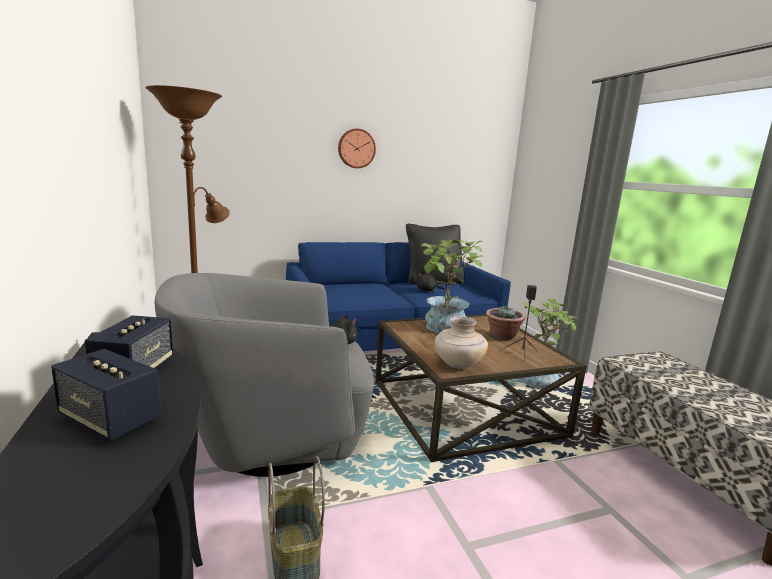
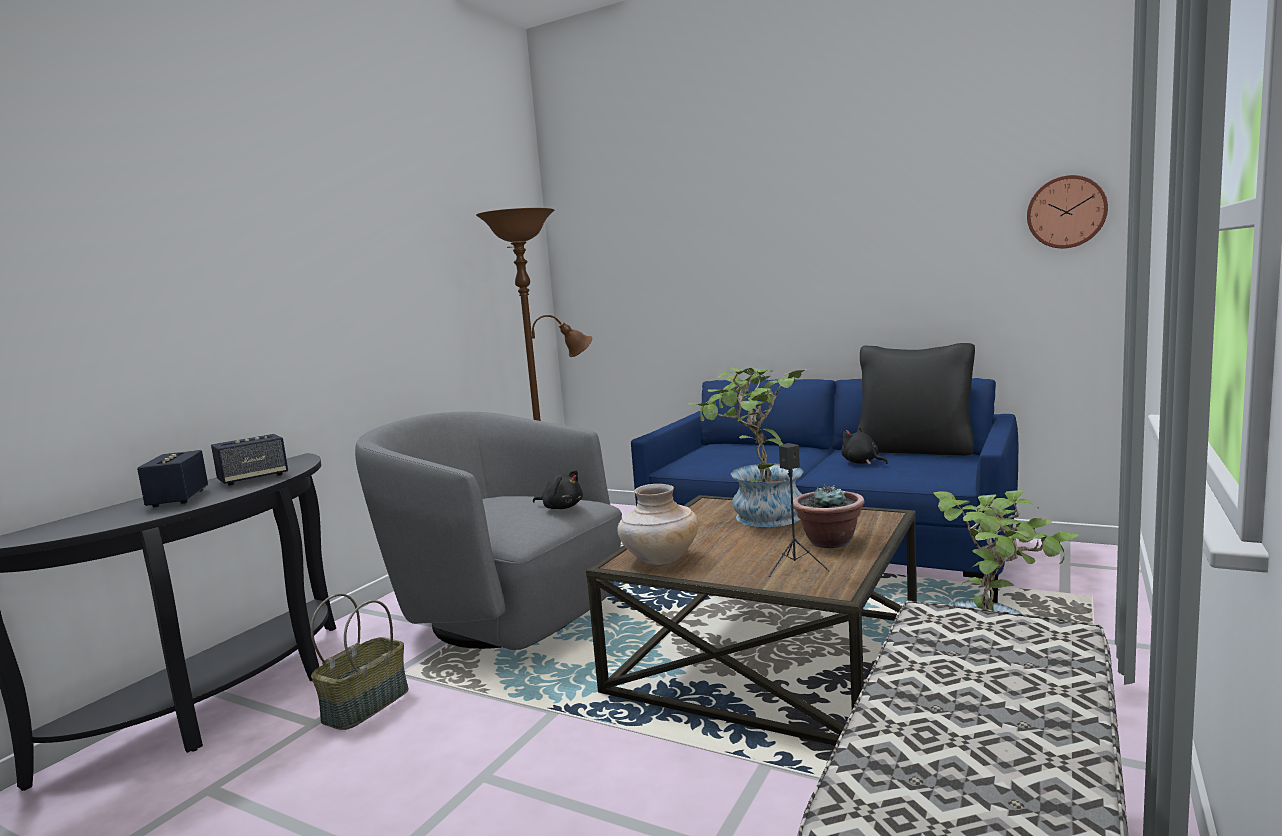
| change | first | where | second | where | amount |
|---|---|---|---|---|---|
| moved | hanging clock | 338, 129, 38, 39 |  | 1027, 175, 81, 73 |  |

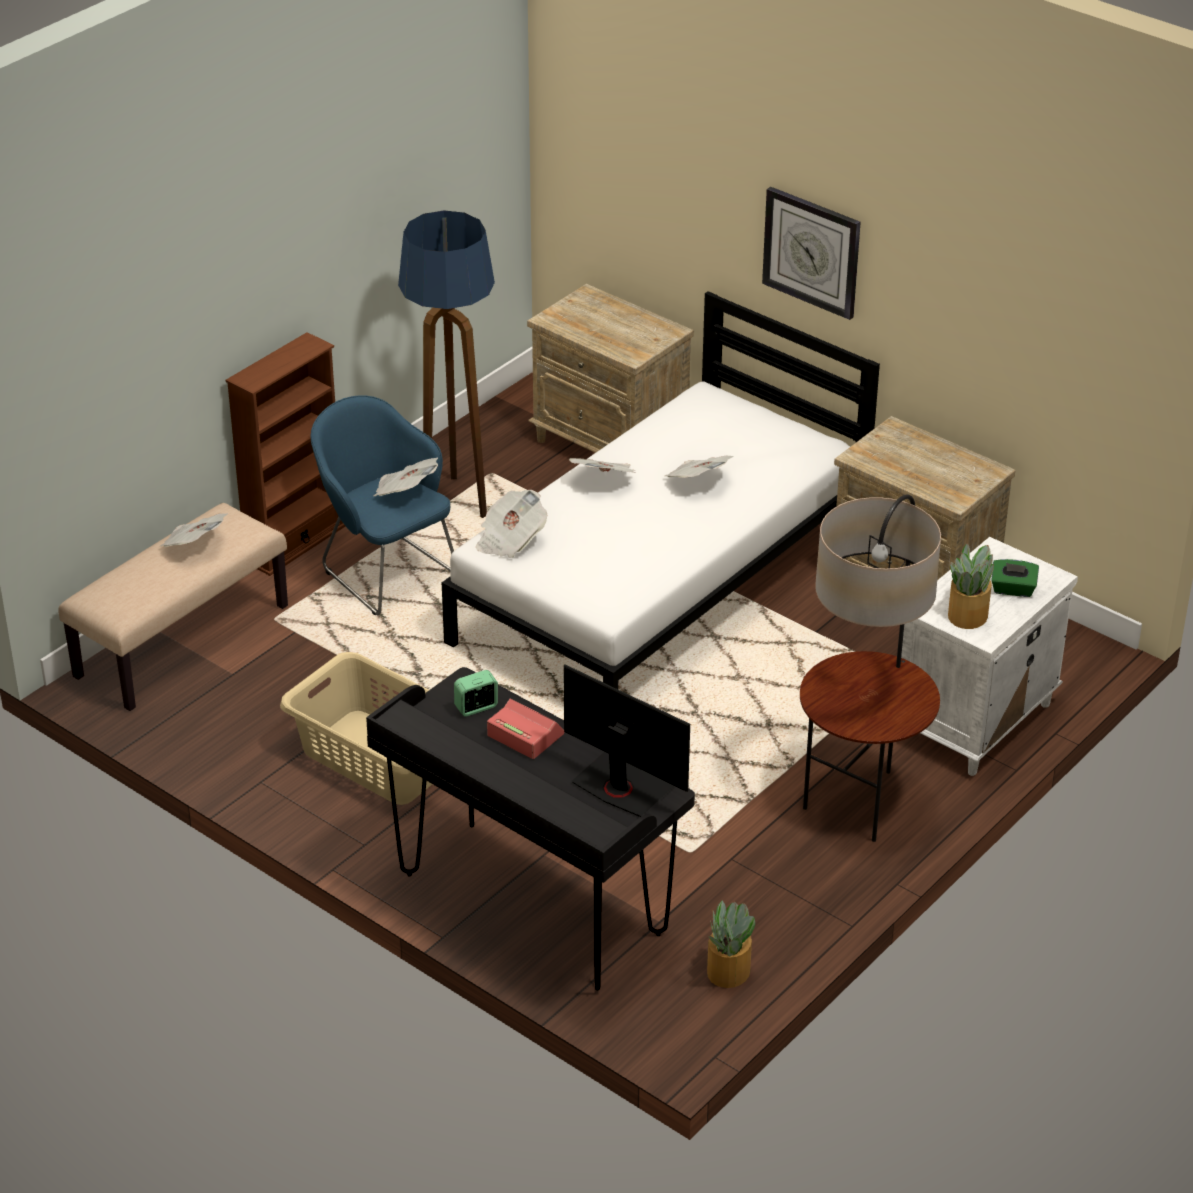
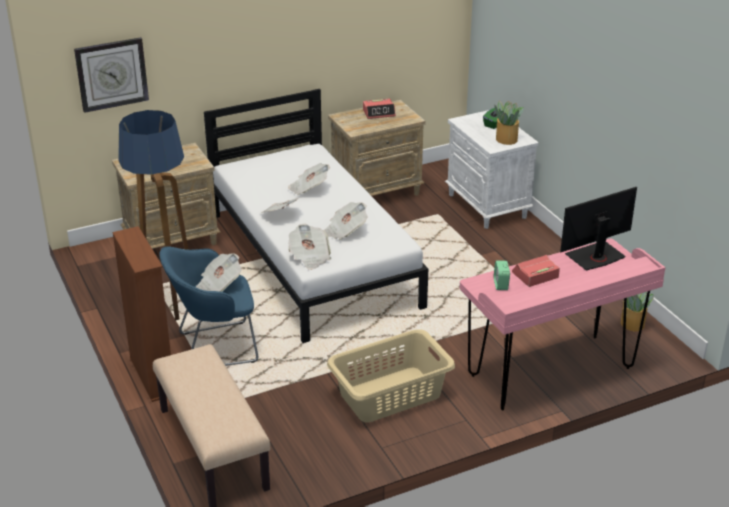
| change | first | where | second | where | amount |
|---|---|---|---|---|---|
| moved | hanging clock | 762, 187, 99, 133 |  | 74, 37, 75, 76 |  |
| moved | newspaper | 159, 513, 69, 34 |  | 324, 202, 44, 38 |  |
| added |  |  | table clock | 363, 99, 33, 20 |  |
| recoloured | desk unit (black) | 366, 667, 329, 323 | desk unit (pinkish) | 459, 239, 206, 171 |  |
| removed | floor lamp | 800, 494, 141, 348 |  |  |  |

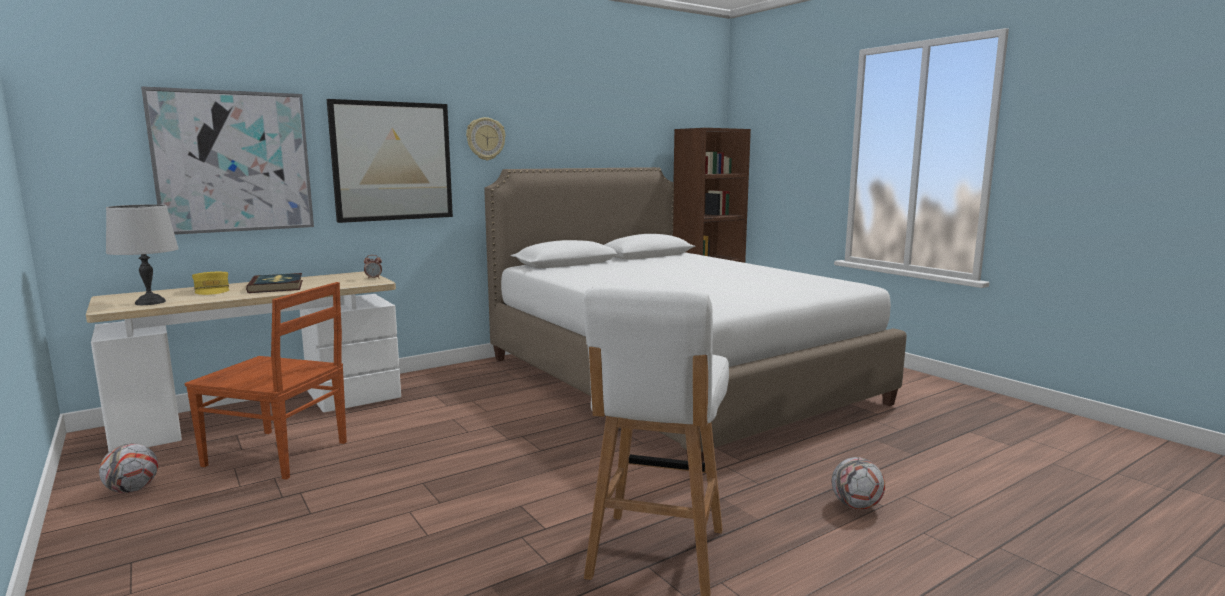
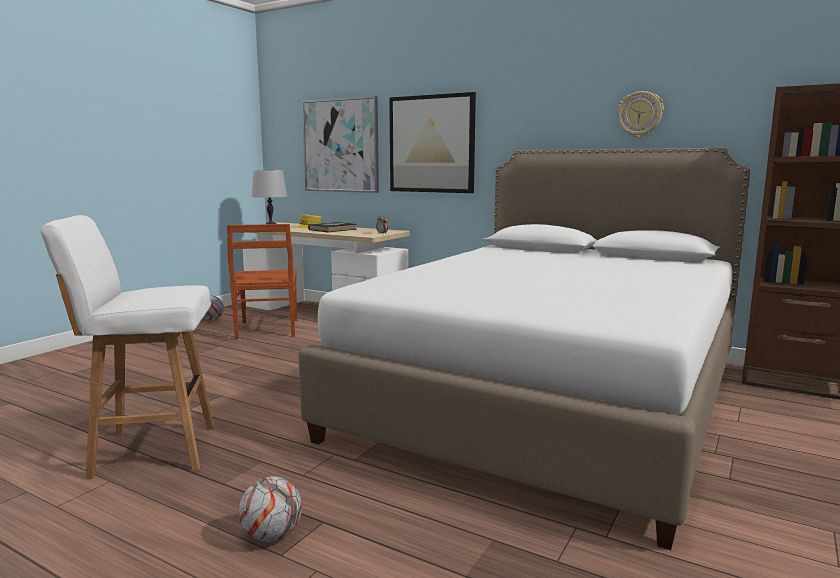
| change | first | where | second | where | amount |
|---|---|---|---|---|---|
| moved | hanging clock | 466, 117, 40, 43 |  | 617, 91, 47, 46 |  |

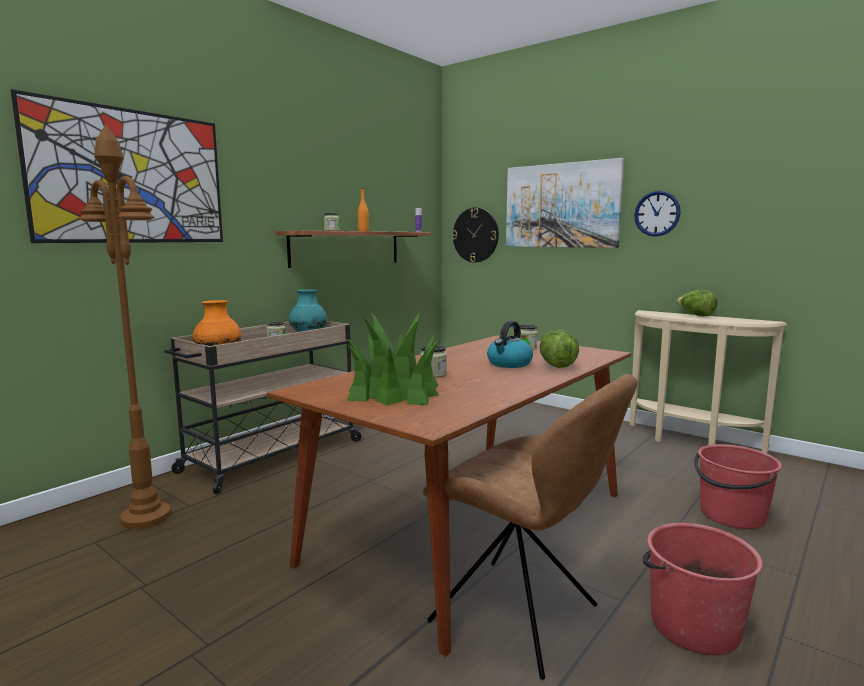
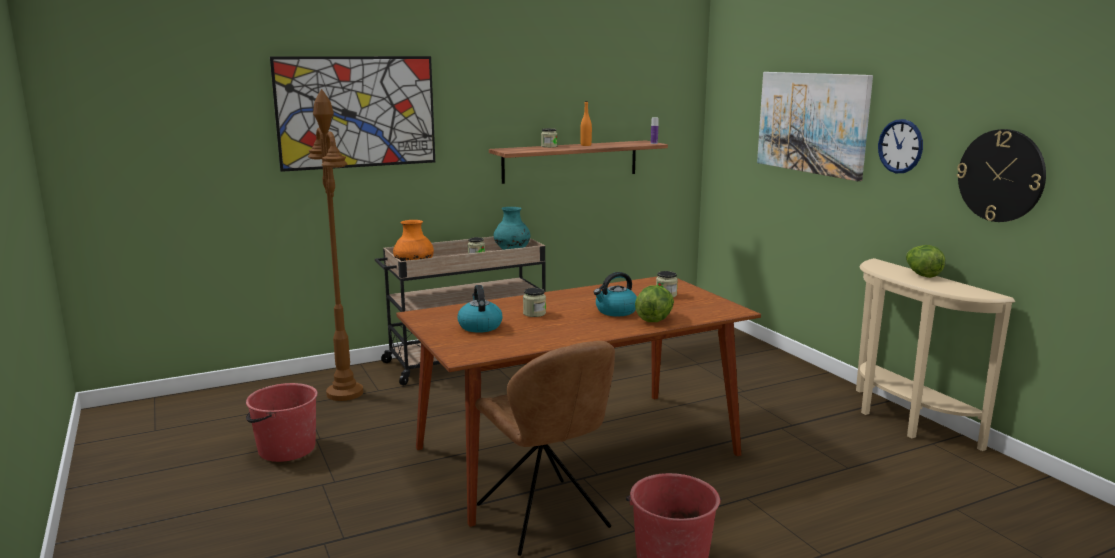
| change | first | where | second | where | amount |
|---|---|---|---|---|---|
| moved | water bucket (red) | 694, 444, 88, 85 |  | 246, 383, 72, 79 |  |
| replaced | plant in a pot | 346, 312, 93, 94 | water kettle | 457, 285, 46, 48 |  |
| moved | hanging clock | 452, 208, 47, 55 |  | 957, 129, 89, 93 |  |

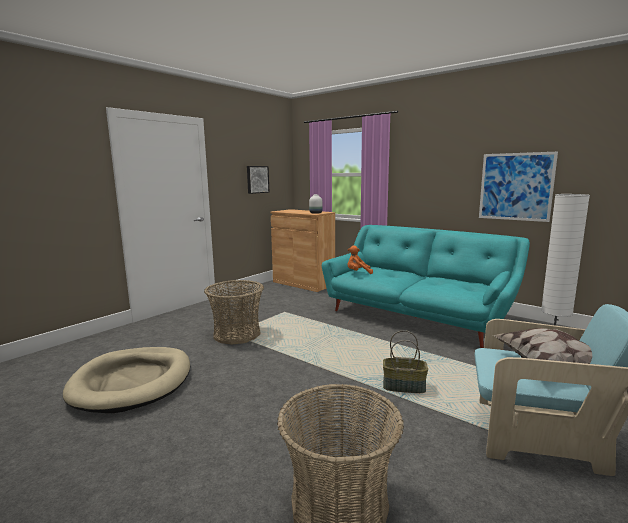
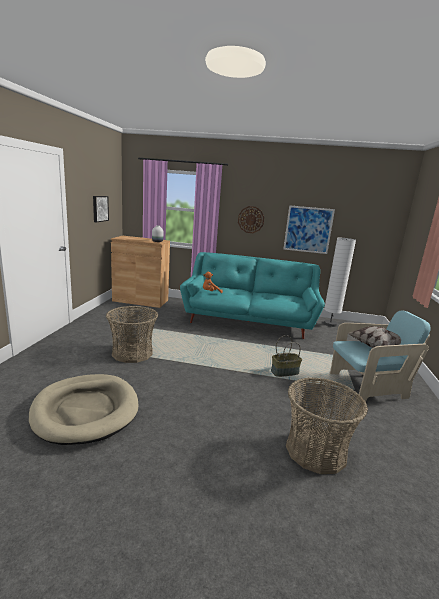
| change | first | where | second | where | amount |
|---|---|---|---|---|---|
| added |  |  | hanging clock | 238, 206, 26, 27 |  |

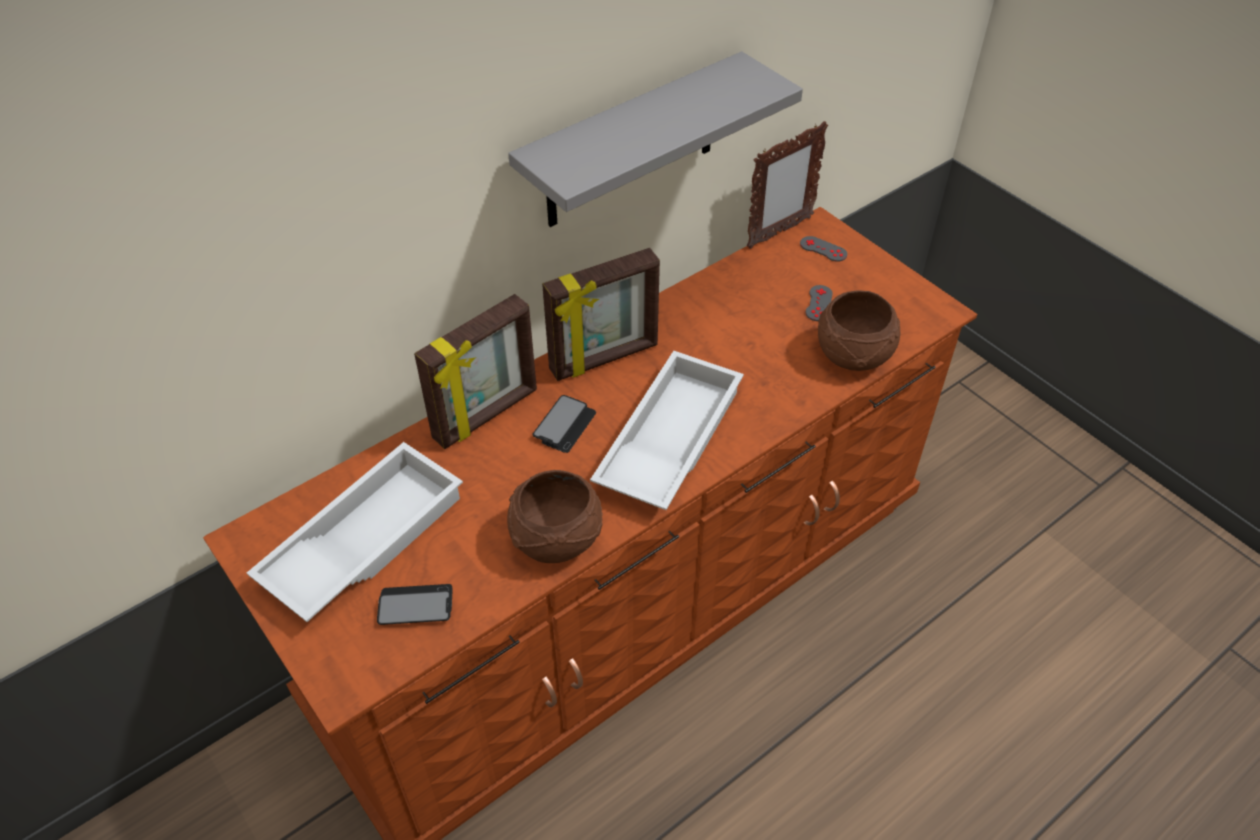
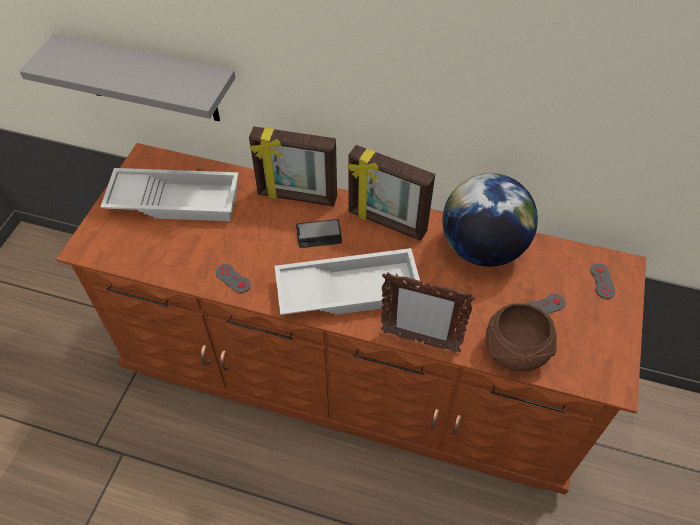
| change | first | where | second | where | amount |
|---|---|---|---|---|---|
| moved | bracket shelf (grey) | 508, 51, 295, 176 |  | 19, 34, 216, 87 |  |
| replaced | serving bowl (brown-coloured) | 507, 470, 95, 93 | joypad (grey) | 216, 264, 35, 29 |  |
| moved | photo frame | 747, 121, 81, 128 |  | 381, 272, 94, 81 |  |
| added |  |  | world globe | 443, 173, 95, 94 |  |
| removed | telephone | 377, 584, 76, 41 |  |  |  |

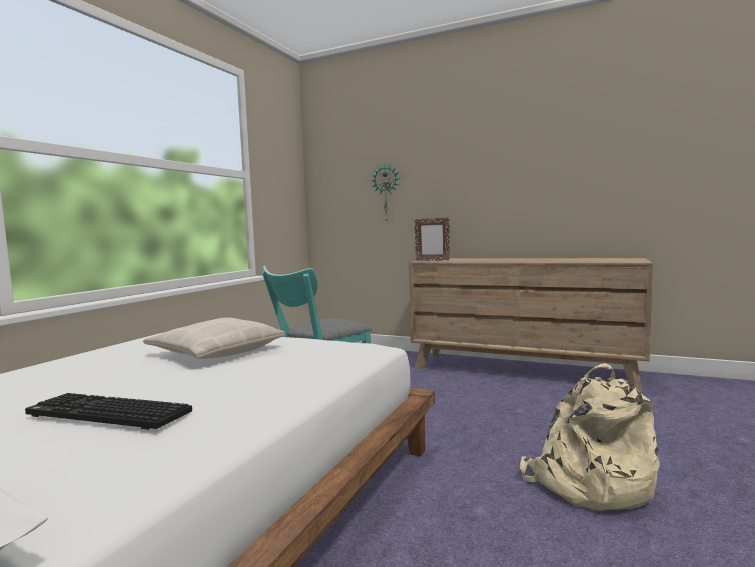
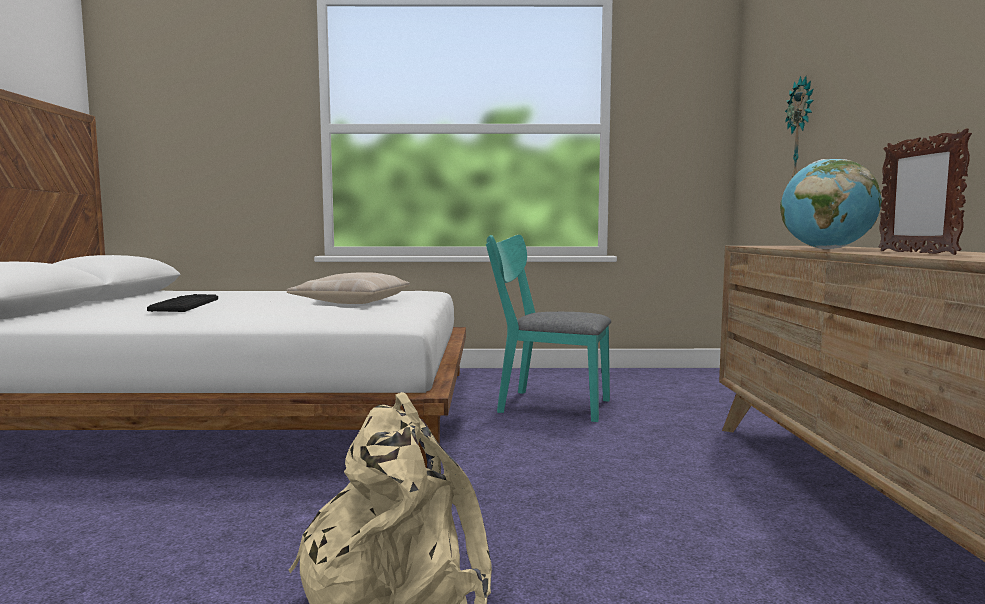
| change | first | where | second | where | amount |
|---|---|---|---|---|---|
| added |  |  | world globe | 780, 159, 102, 90 |  |
| moved | photo frame | 414, 217, 36, 44 |  | 878, 129, 94, 126 |  |

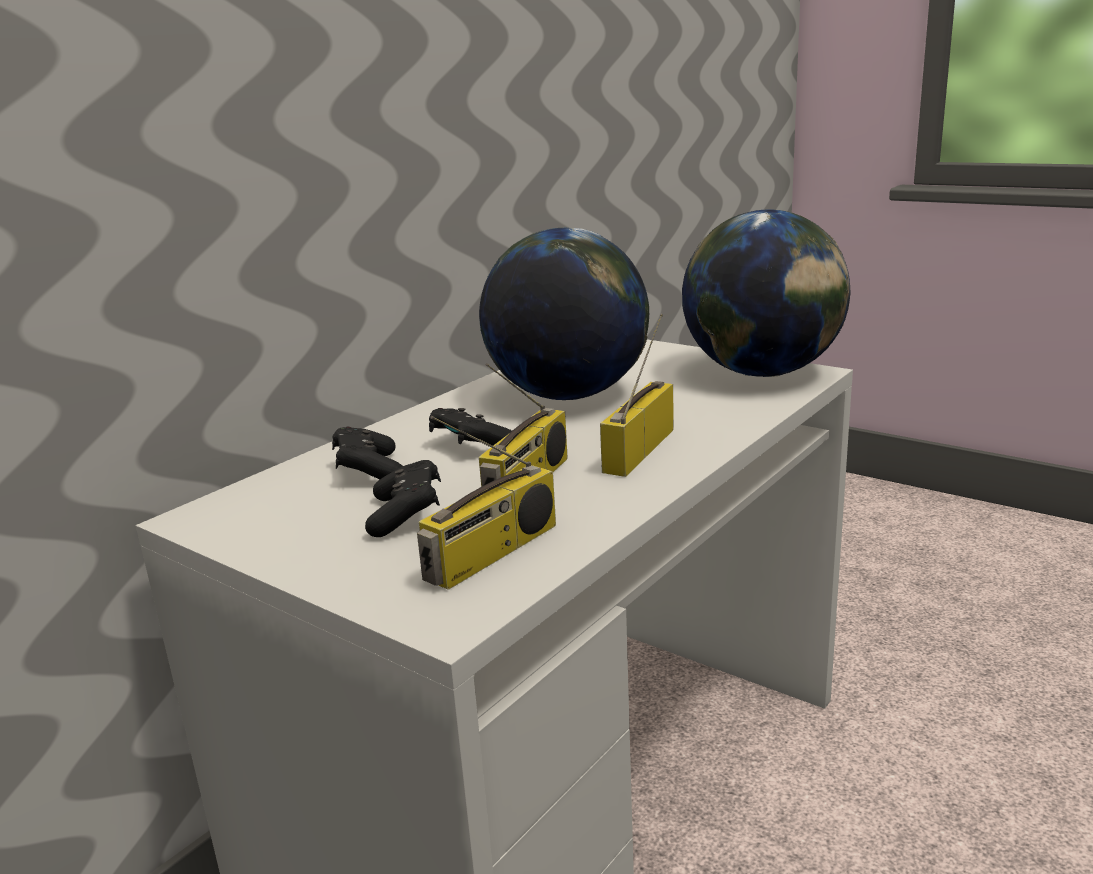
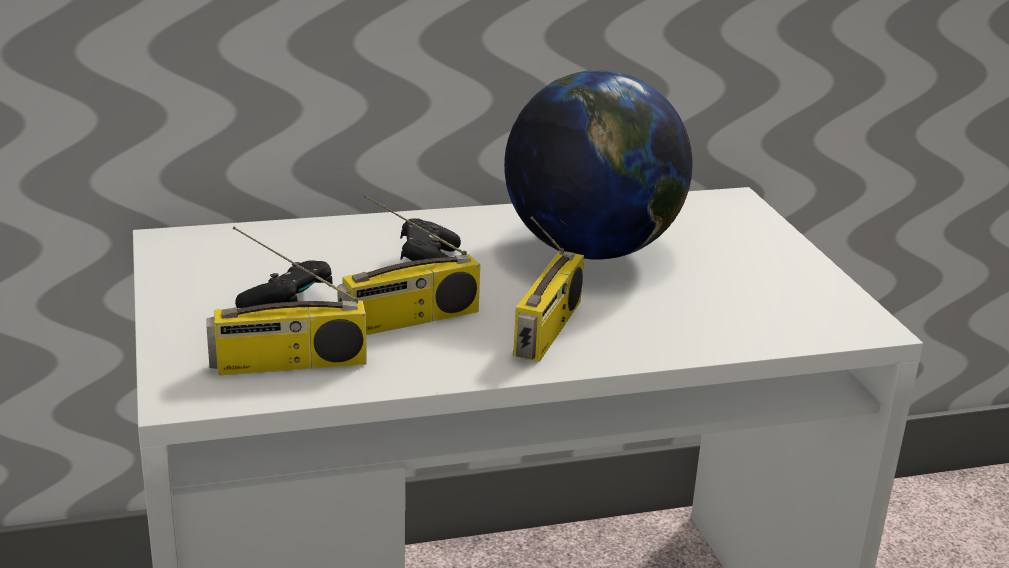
| change | first | where | second | where | amount |
|---|---|---|---|---|---|
| turned | radio | 600, 314, 74, 163 |  | 513, 217, 71, 145 | 135 degrees clockwise |
| removed | joypad (black) | 332, 427, 70, 52 |  |  |  |
| removed | world globe | 682, 210, 169, 167 |  |  |  |

